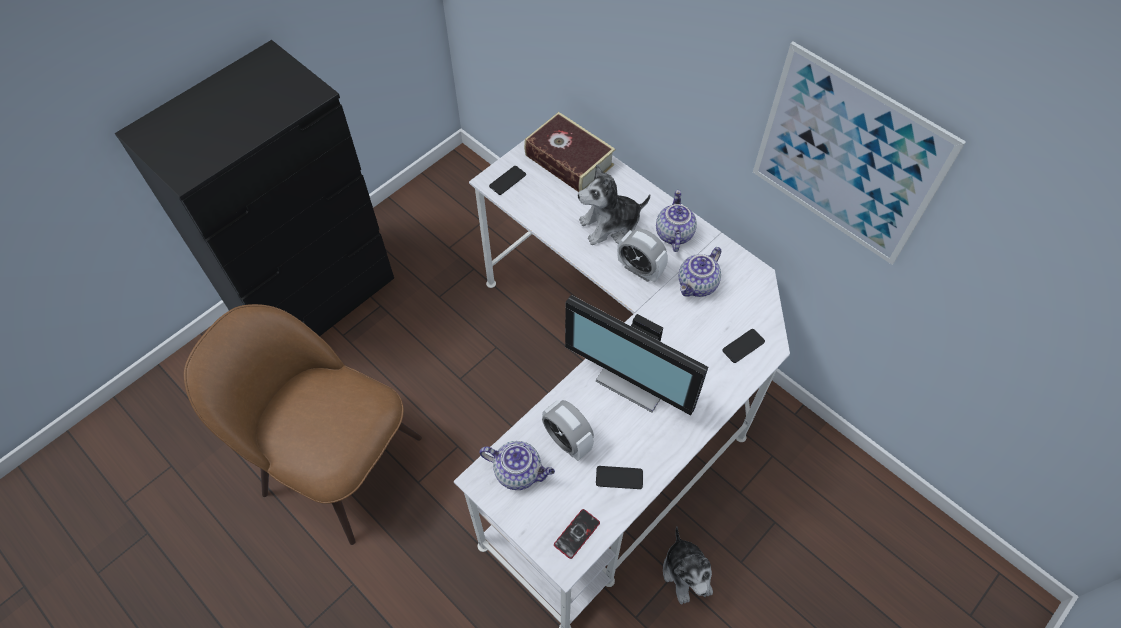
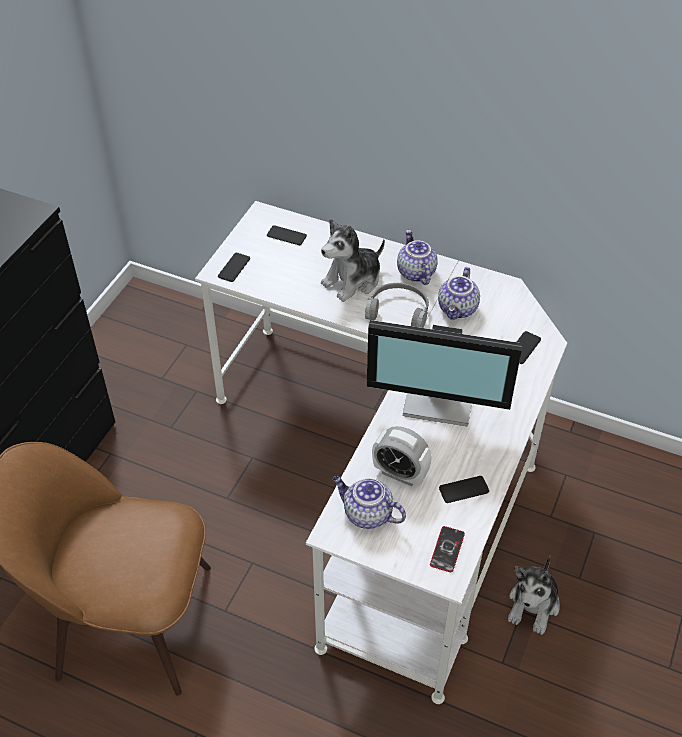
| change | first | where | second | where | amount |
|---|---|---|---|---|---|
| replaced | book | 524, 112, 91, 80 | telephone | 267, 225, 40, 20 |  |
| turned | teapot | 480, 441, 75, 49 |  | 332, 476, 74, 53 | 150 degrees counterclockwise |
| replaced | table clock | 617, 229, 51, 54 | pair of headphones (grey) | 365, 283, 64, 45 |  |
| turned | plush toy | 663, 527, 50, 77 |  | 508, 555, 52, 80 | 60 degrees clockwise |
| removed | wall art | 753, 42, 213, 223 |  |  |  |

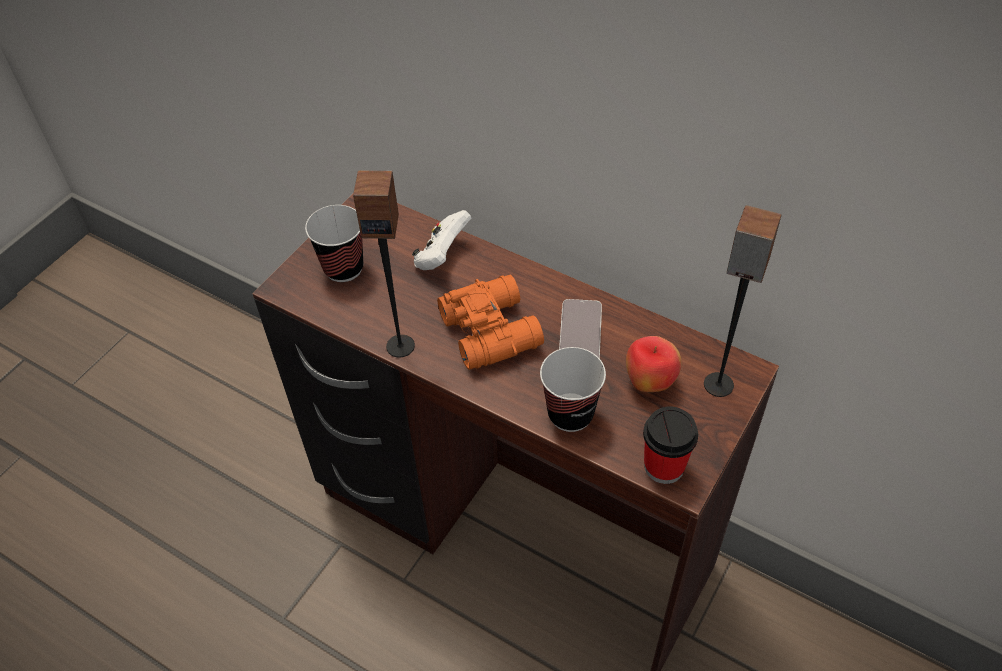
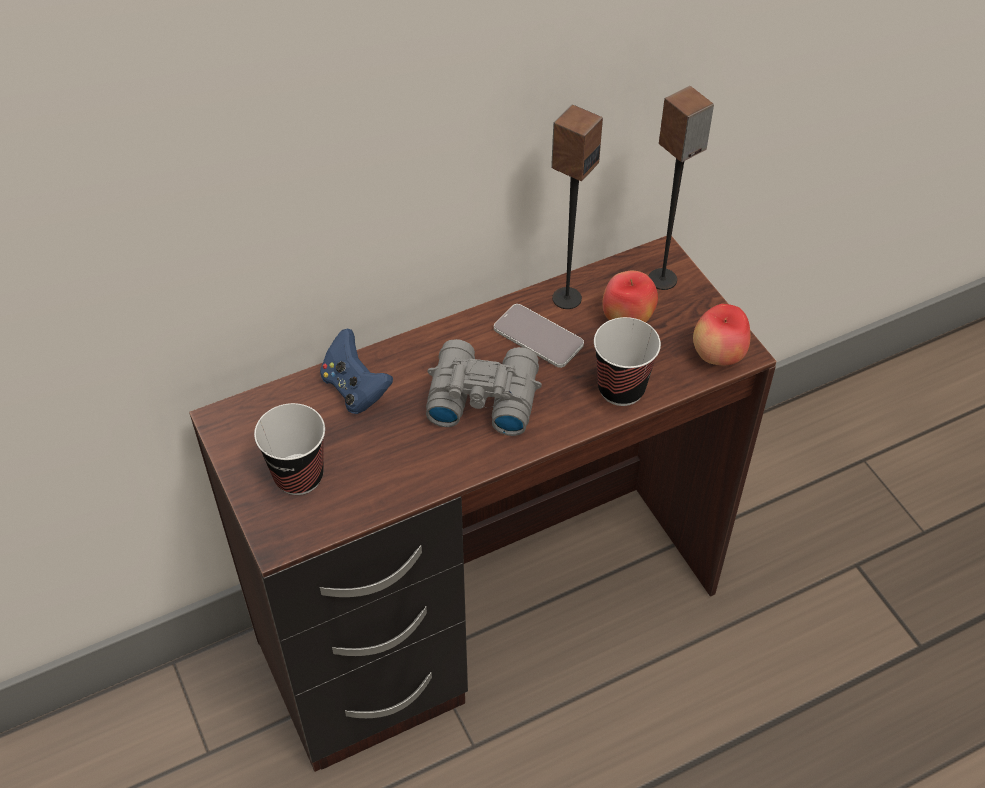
| change | first | where | second | where | amount |
|---|---|---|---|---|---|
| recoloured | joypad (white-coloured) | 412, 210, 59, 60 | joypad (blue-coloured) | 320, 329, 73, 85 |  |
| recoloured | field glasses (orangey) | 437, 275, 107, 95 | field glasses (grey) | 426, 339, 116, 97 |  |
| moved | speaker | 353, 170, 62, 187 |  | 551, 104, 52, 205 |  |
| replaced | drinking cup | 643, 407, 55, 77 | apple | 693, 304, 57, 61 |  |

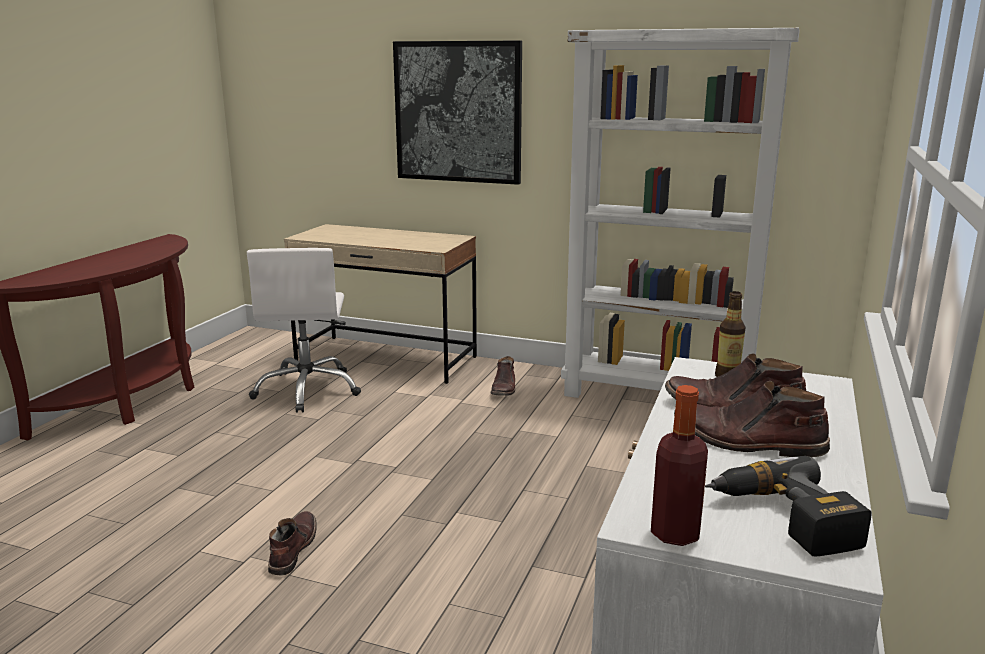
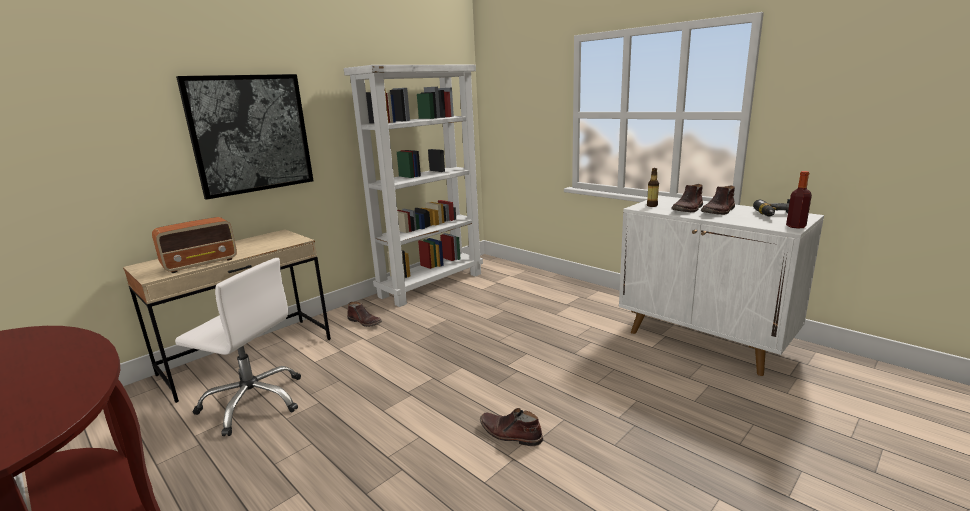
| change | first | where | second | where | amount |
|---|---|---|---|---|---|
| added |  |  | radio | 152, 217, 85, 56 |  |

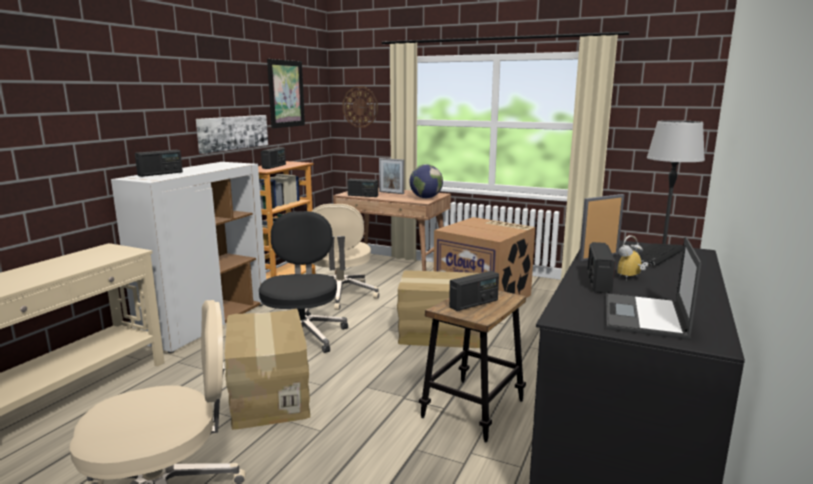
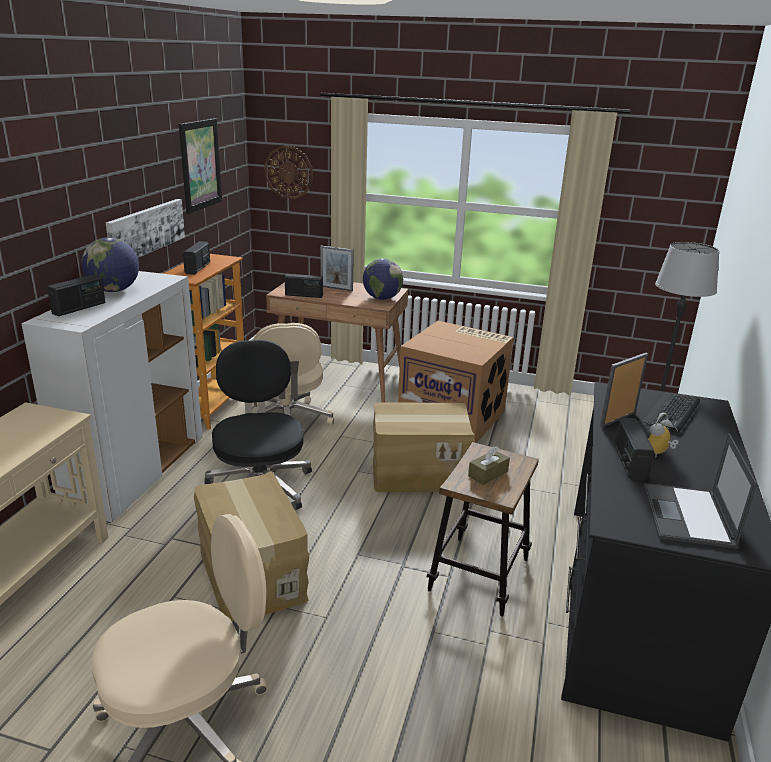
| change | first | where | second | where | amount |
|---|---|---|---|---|---|
| added |  |  | world globe | 81, 237, 58, 55 |  |
| replaced | radio | 449, 271, 50, 40 | box of tissues (brown-coloured) | 468, 446, 42, 39 |  |

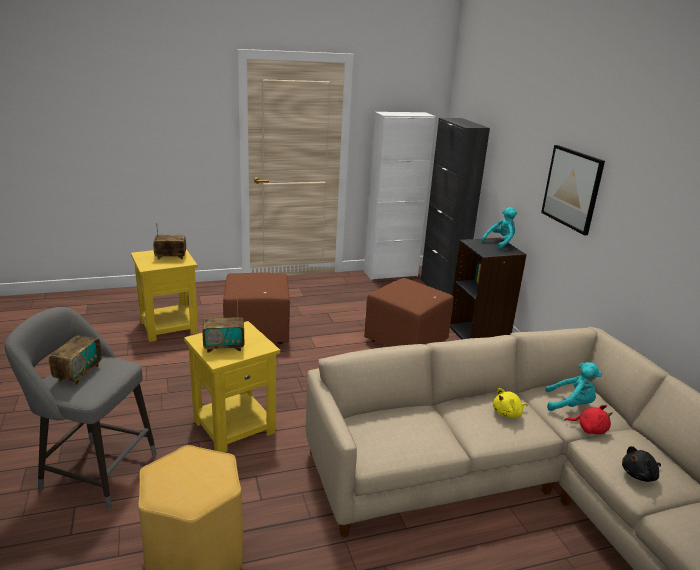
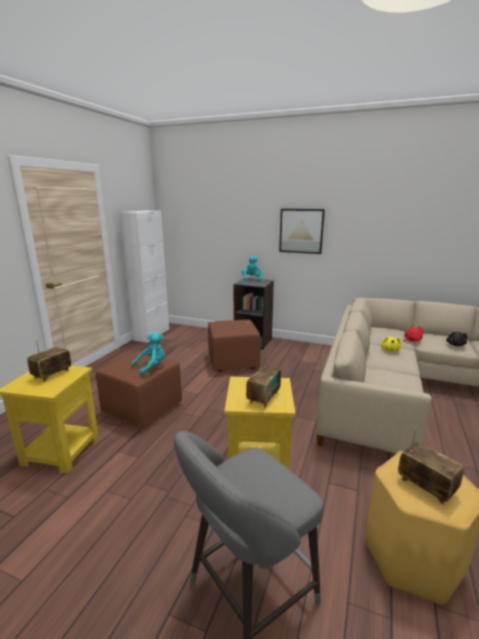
| change | first | where | second | where | amount |
|---|---|---|---|---|---|
| moved | plush toy (blue-green) | 545, 362, 57, 49 |  | 131, 332, 34, 43 |  |
| moved | radio | 49, 314, 53, 71 |  | 398, 428, 66, 76 |  |
| removed | cupboard (black) | 421, 118, 69, 177 |  |  |  |

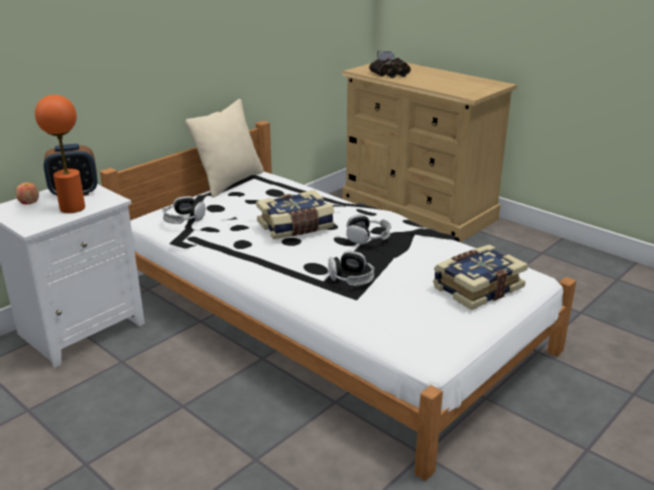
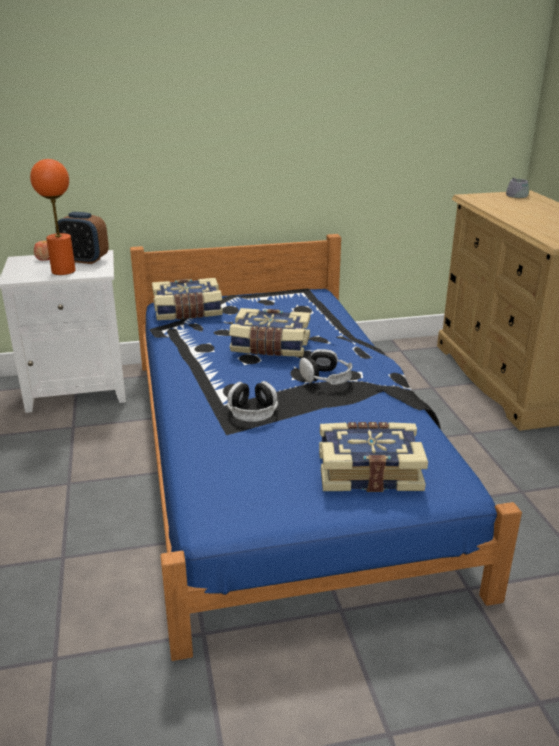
| change | first | where | second | where | amount |
|---|---|---|---|---|---|
| recoloured | bed (white-coloured) | 100, 121, 476, 360 | bed (blue-coloured) | 130, 234, 392, 427 |  |
| replaced | pair of headphones | 162, 196, 43, 28 | book | 152, 278, 71, 42 |  |
| removed | throw pillow (sand-coloured) | 185, 99, 79, 98 |  |  |  |
| removed | field glasses | 369, 58, 42, 20 |  |  |  |

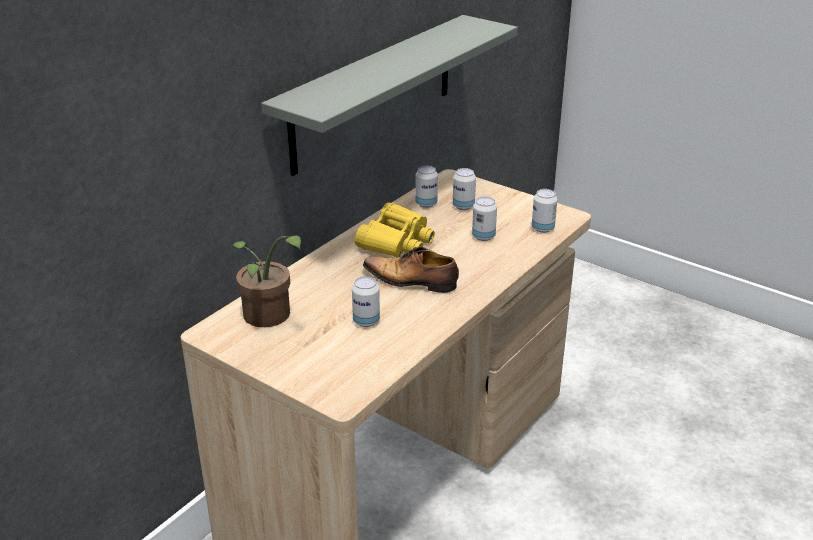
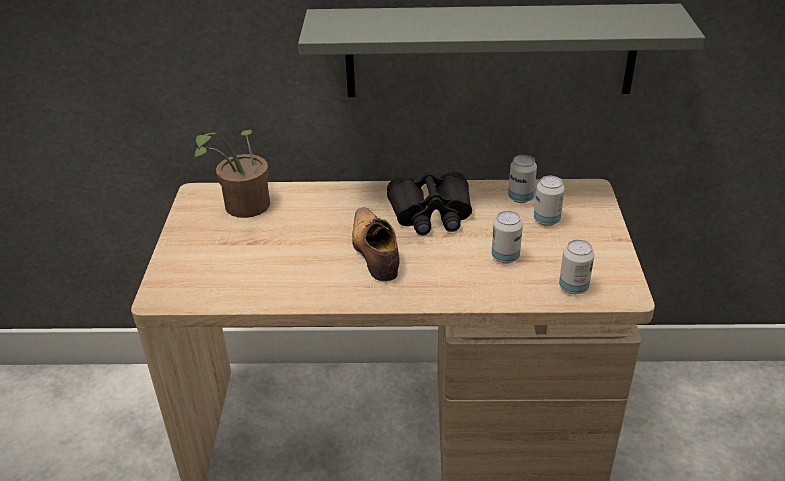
| change | first | where | second | where | amount |
|---|---|---|---|---|---|
| recoloured | field glasses (yellow) | 355, 202, 80, 56 | field glasses (black) | 387, 172, 85, 63 |  |
| removed | sealed can | 352, 276, 28, 51 |  |  |  |

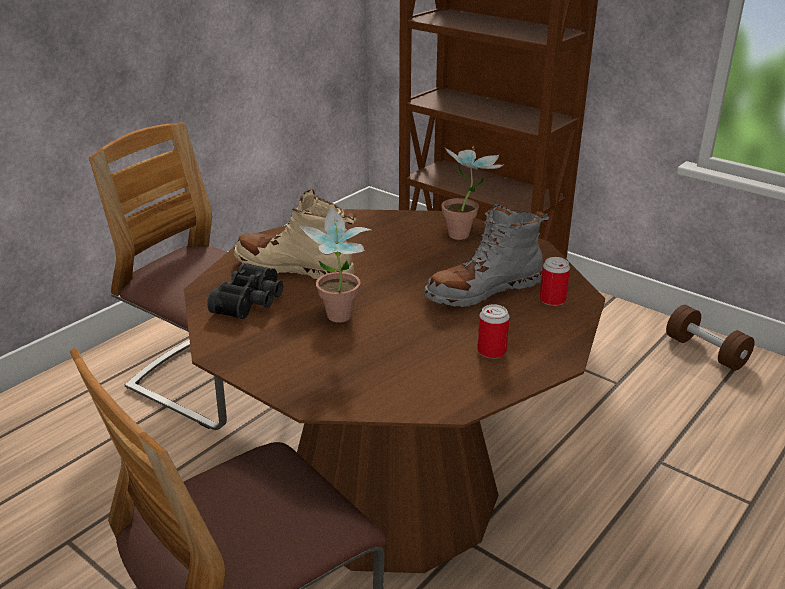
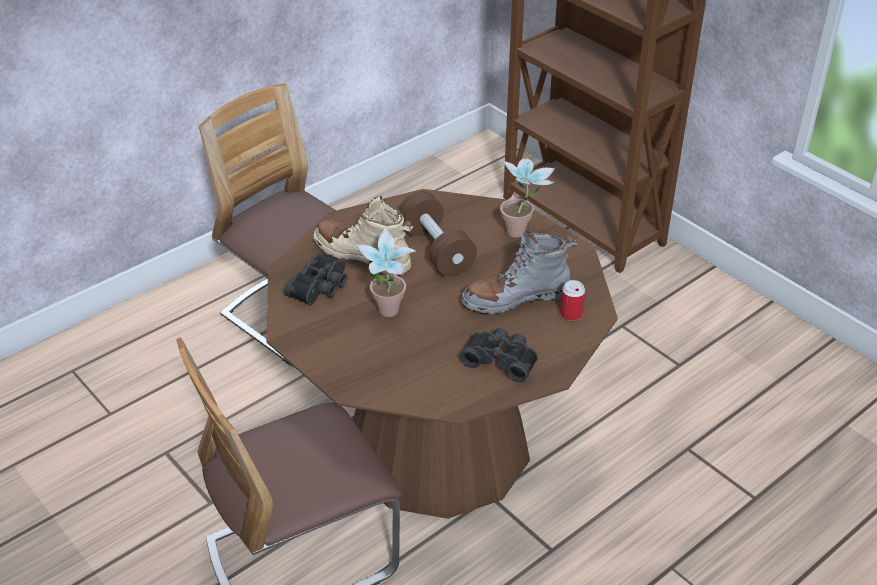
| change | first | where | second | where | amount |
|---|---|---|---|---|---|
| moved | free weight (brown-coloured) | 666, 305, 89, 66 |  | 399, 191, 78, 85 |  |
| replaced | sealed can | 477, 304, 33, 54 | field glasses (black) | 460, 328, 78, 55 |  |

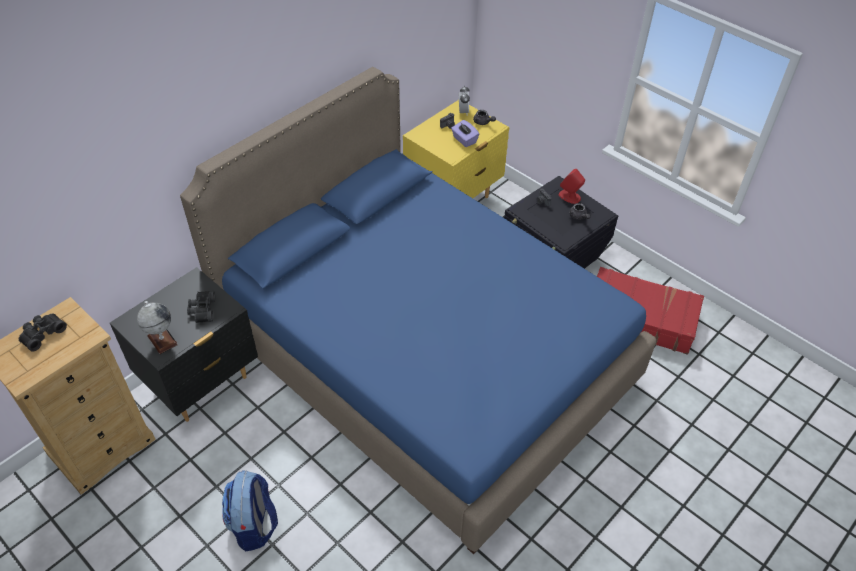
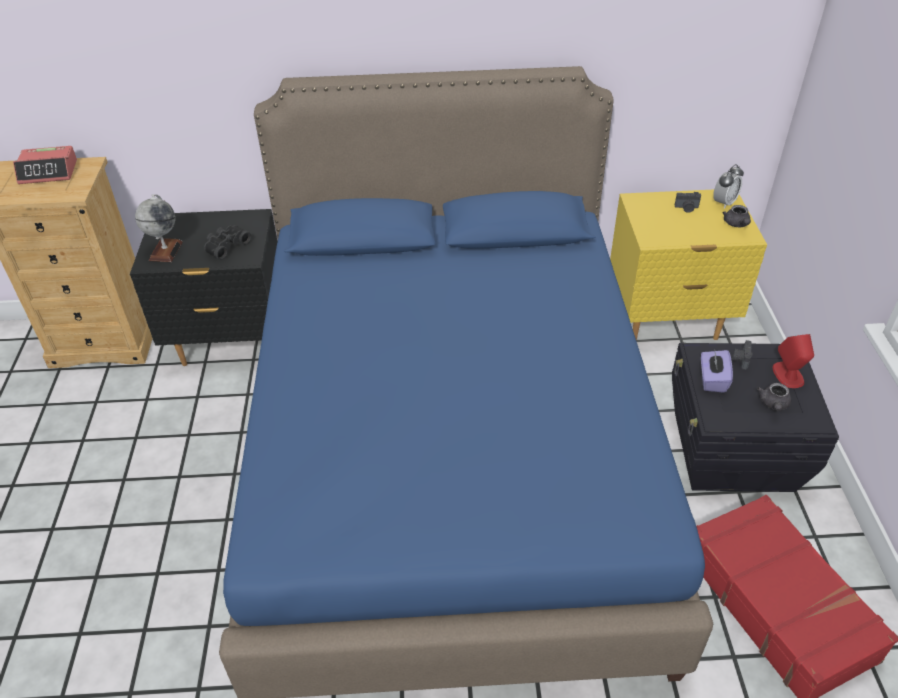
| change | first | where | second | where | amount |
|---|---|---|---|---|---|
| replaced | field glasses (black) | 19, 313, 48, 38 | table clock | 13, 146, 64, 38 |  |
| moved | box of tissues (purple-coloured) | 451, 120, 28, 27 |  | 701, 350, 32, 43 |  |
| removed | rucksack | 222, 470, 56, 81 |  |  |  |

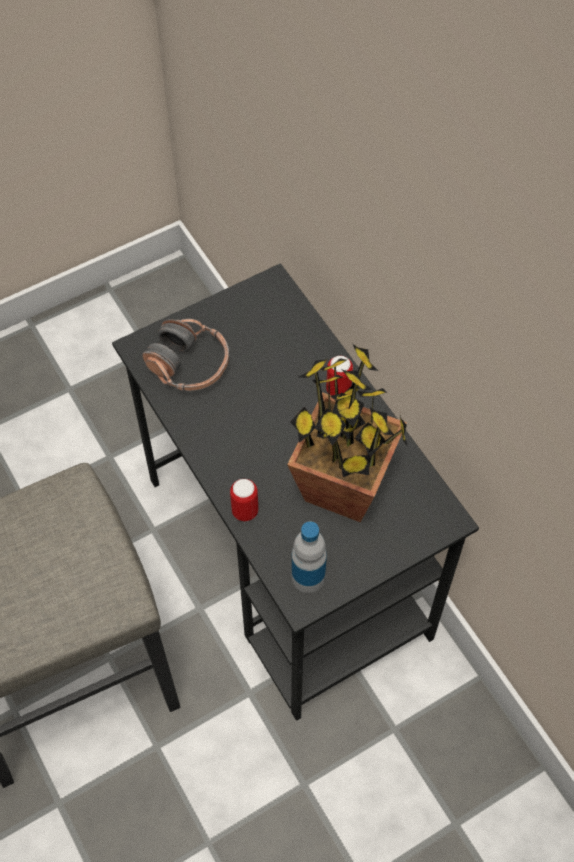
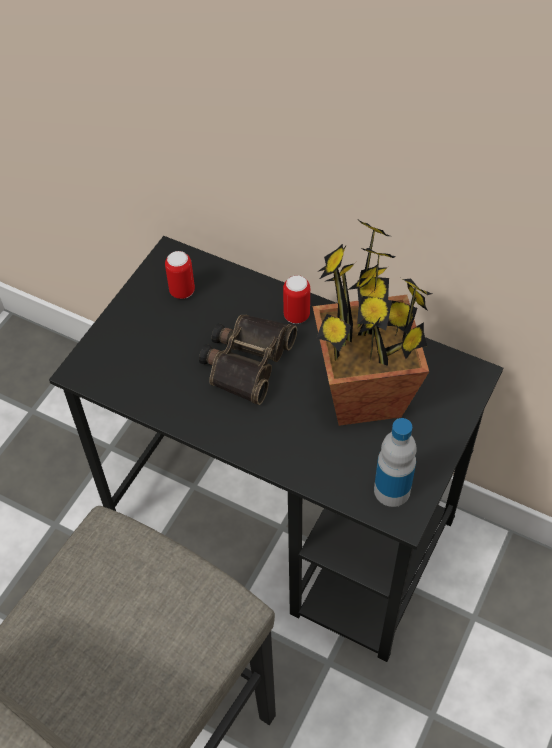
| change | first | where | second | where | amount |
|---|---|---|---|---|---|
| moved | sealed can | 230, 479, 28, 42 |  | 165, 251, 30, 48 |  |
| added |  |  | field glasses | 199, 315, 98, 90 |  |
| removed | pair of headphones | 142, 319, 87, 72 |  |  |  |

